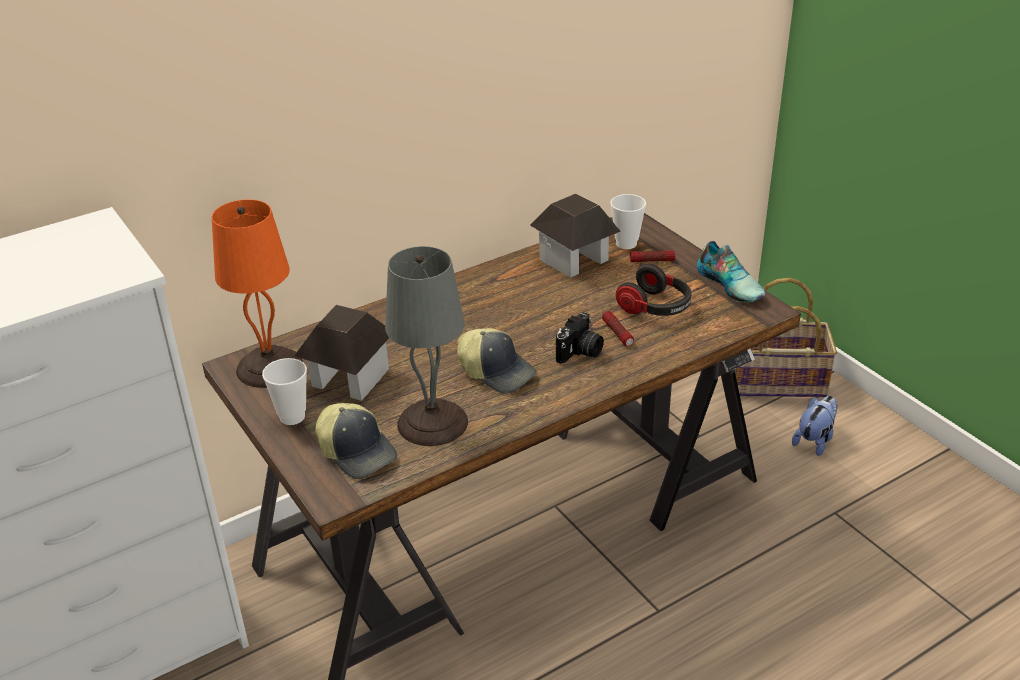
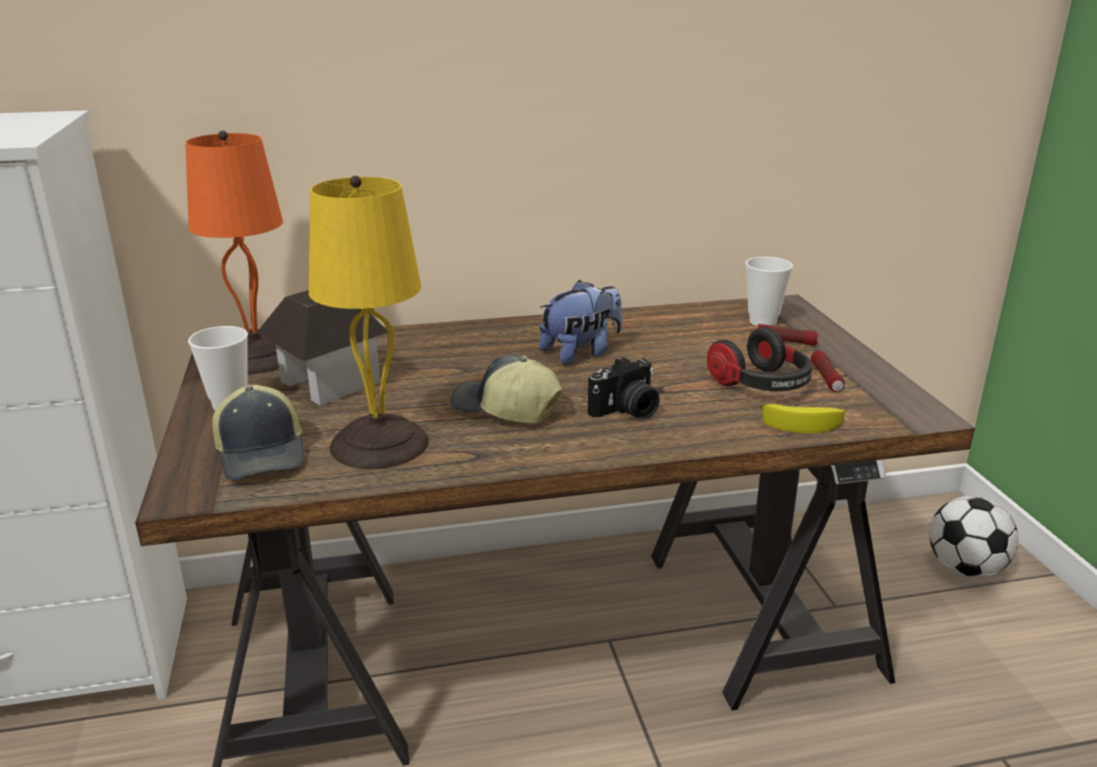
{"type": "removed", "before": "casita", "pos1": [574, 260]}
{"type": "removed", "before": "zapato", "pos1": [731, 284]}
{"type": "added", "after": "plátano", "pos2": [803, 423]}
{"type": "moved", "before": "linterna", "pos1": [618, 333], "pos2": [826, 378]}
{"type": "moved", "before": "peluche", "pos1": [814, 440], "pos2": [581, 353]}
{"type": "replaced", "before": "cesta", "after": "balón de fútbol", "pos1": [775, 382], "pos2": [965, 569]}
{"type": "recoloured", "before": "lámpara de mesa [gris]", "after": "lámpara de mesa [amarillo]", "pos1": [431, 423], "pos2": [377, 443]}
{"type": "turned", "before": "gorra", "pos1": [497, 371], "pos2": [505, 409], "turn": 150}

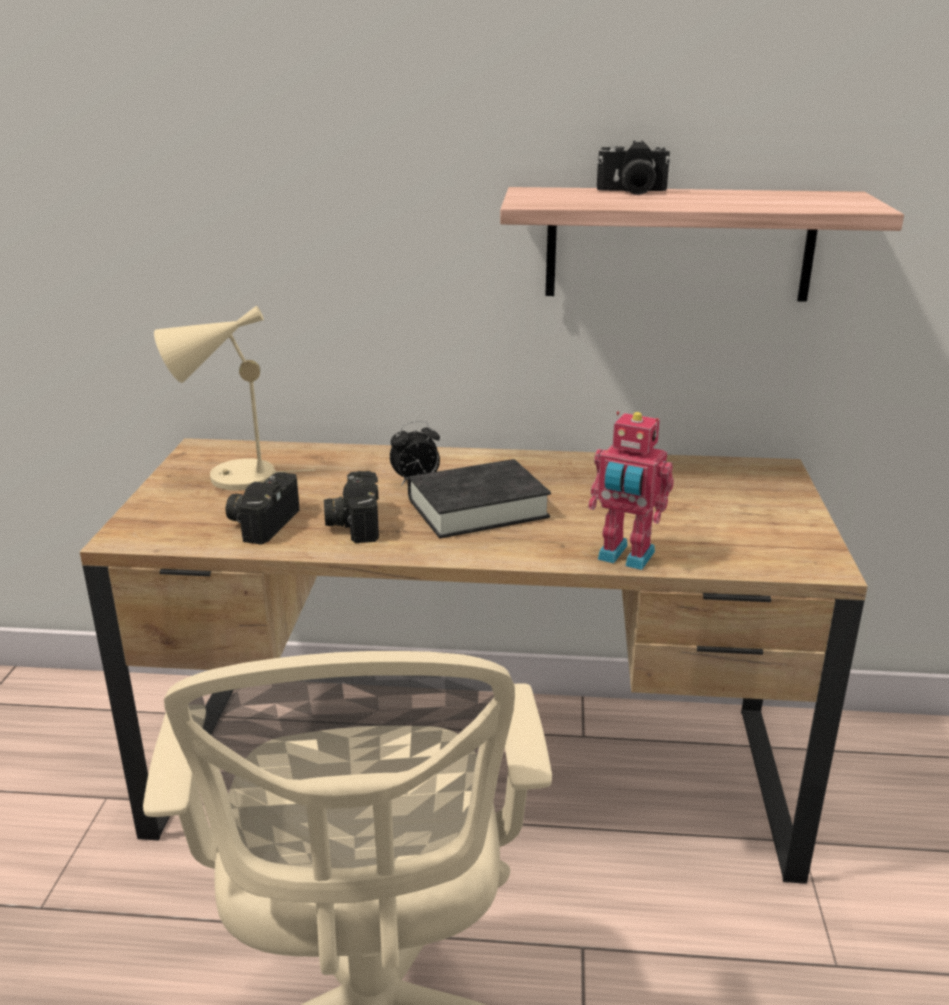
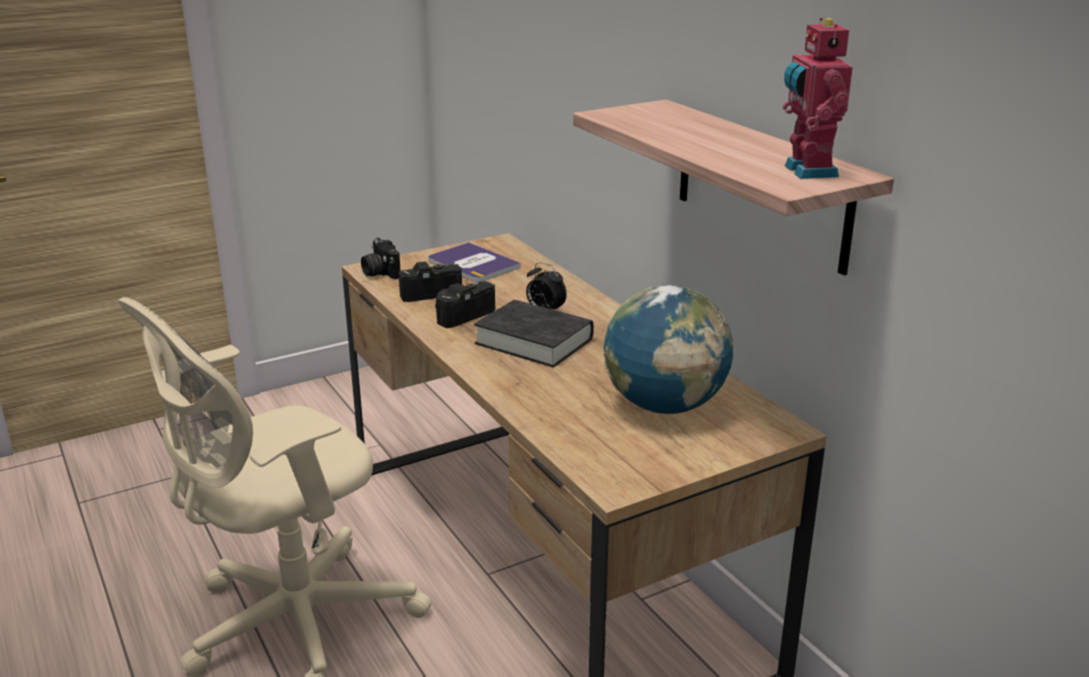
{"type": "added", "after": "globo terráqueo", "pos2": [664, 406]}
{"type": "moved", "before": "robot de juguete", "pos1": [624, 557], "pos2": [807, 171]}
{"type": "moved", "before": "cámara", "pos1": [632, 192], "pos2": [379, 272]}
{"type": "replaced", "before": "lámpara de mesa [beis]", "after": "libro", "pos1": [231, 478], "pos2": [472, 264]}

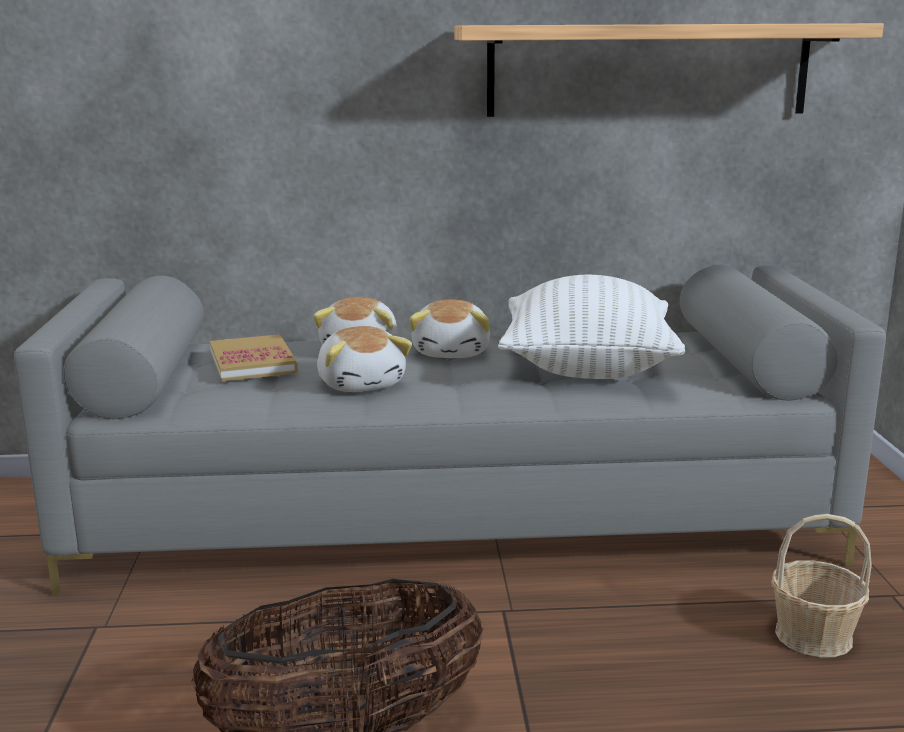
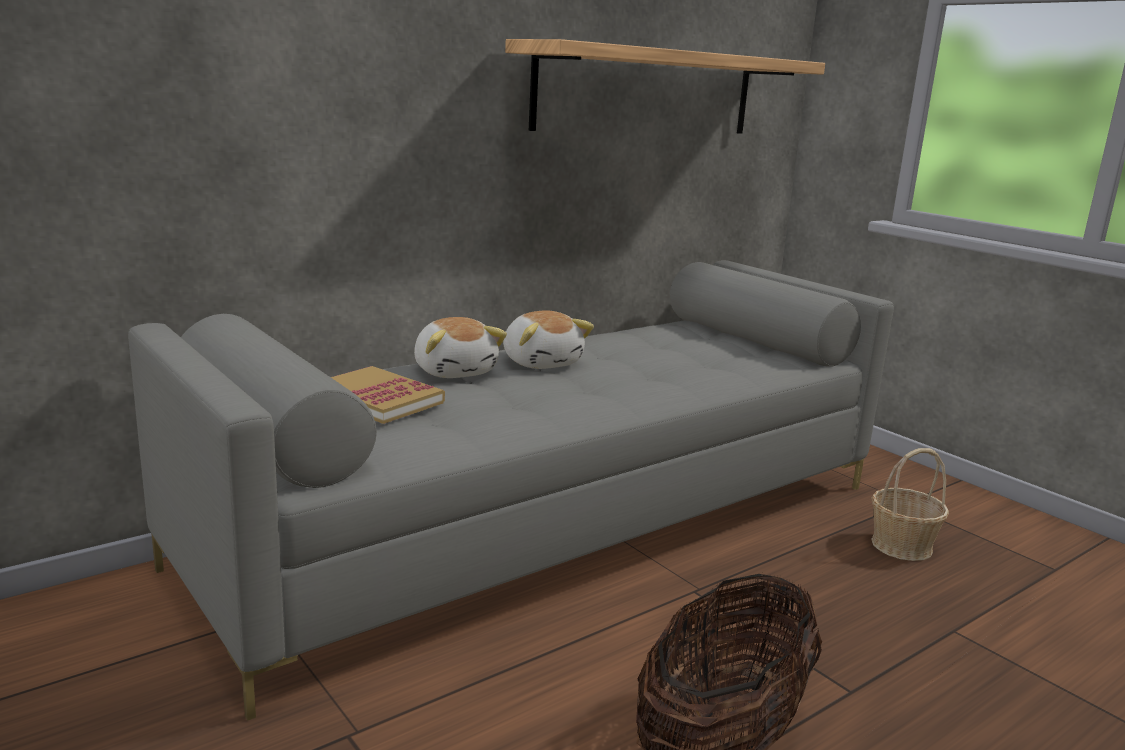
{"type": "removed", "before": "peluche", "pos1": [362, 384]}
{"type": "removed", "before": "cojín [blanco]", "pos1": [587, 369]}

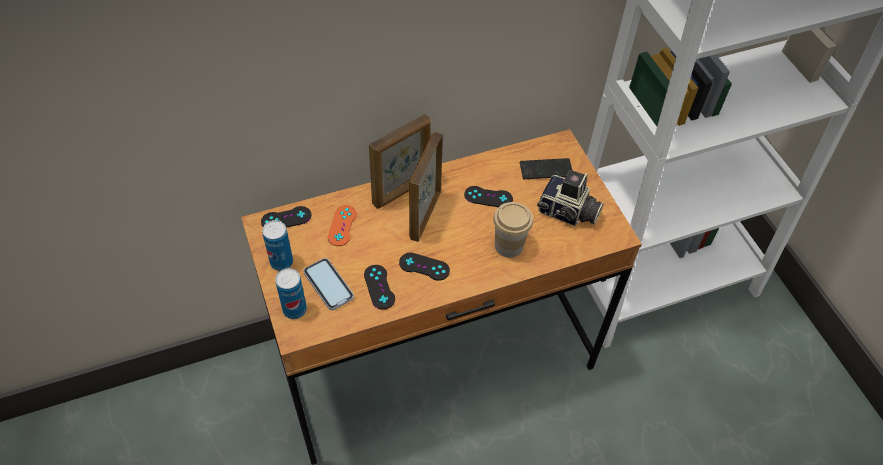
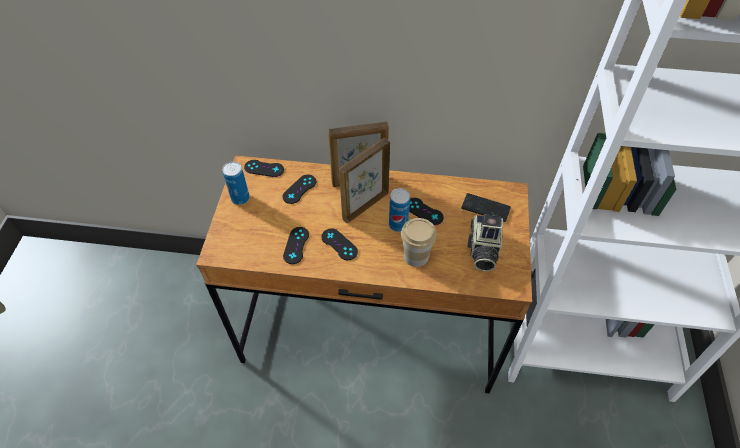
{"type": "removed", "before": "móvil", "pos1": [328, 285]}
{"type": "moved", "before": "lata", "pos1": [294, 309], "pos2": [398, 224]}
{"type": "recoloured", "before": "mando de consola [naranja]", "after": "mando de consola [negro]", "pos1": [342, 225], "pos2": [299, 189]}
{"type": "turned", "before": "cámara", "pos1": [568, 213], "pos2": [482, 250], "turn": 45}

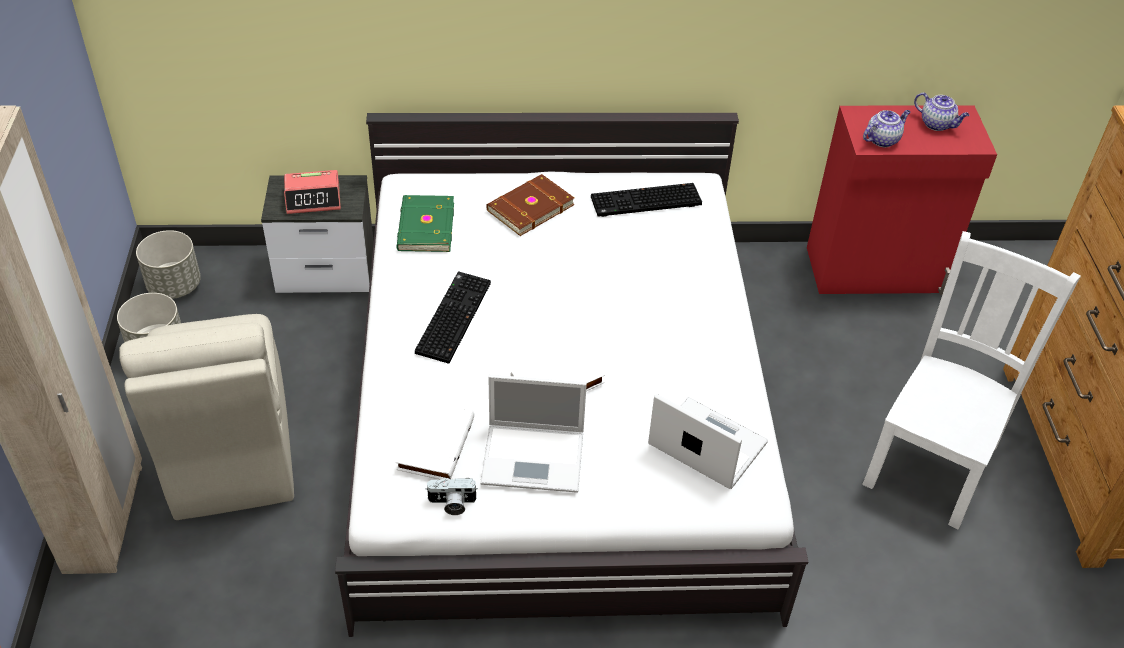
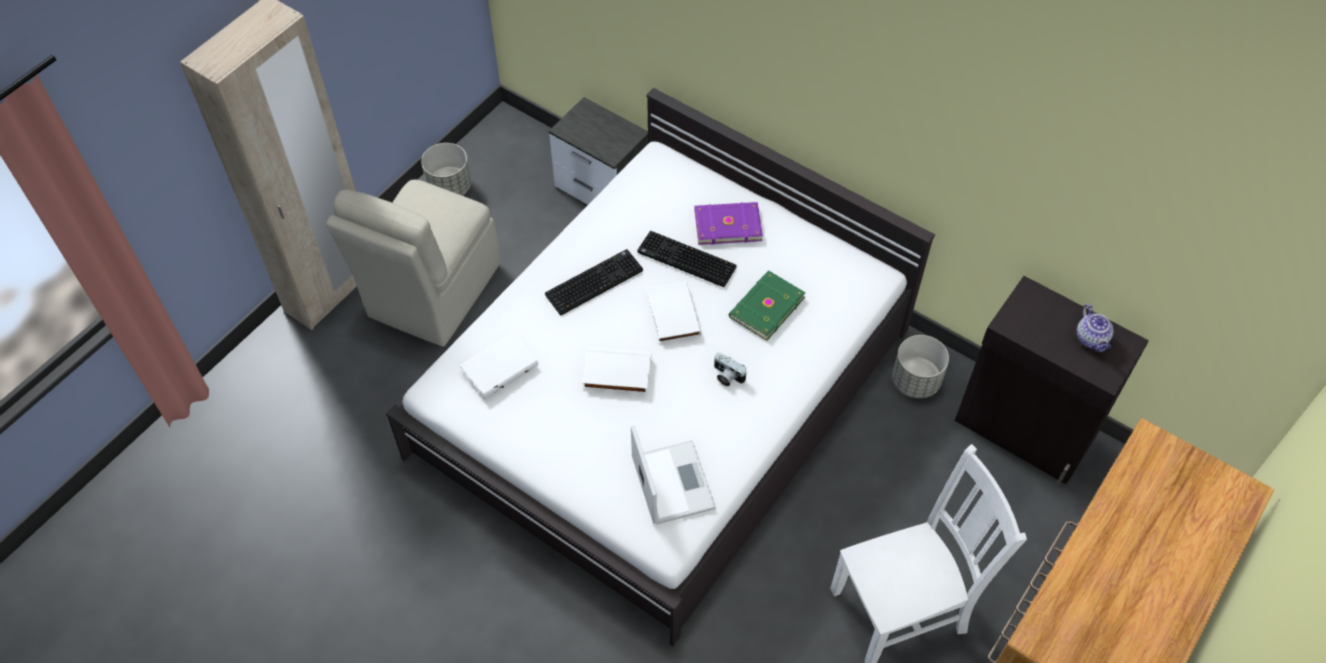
{"type": "removed", "before": "despertador", "pos1": [313, 198]}
{"type": "removed", "before": "portátil", "pos1": [535, 457]}
{"type": "removed", "before": "tetera", "pos1": [882, 139]}
{"type": "added", "after": "libro [blanco]", "pos2": [671, 314]}
{"type": "moved", "before": "maceta [gris]", "pos1": [174, 286], "pos2": [915, 381]}
{"type": "moved", "before": "libro [verde]", "pos1": [424, 227], "pos2": [765, 307]}
{"type": "moved", "before": "cámara", "pos1": [452, 504], "pos2": [726, 376]}
{"type": "moved", "before": "teclado", "pos1": [645, 202], "pos2": [685, 260]}
{"type": "recoloured", "before": "libro [marrón]", "after": "libro [morado]", "pos1": [529, 207], "pos2": [727, 224]}
{"type": "recoloured", "before": "armario [rojo]", "after": "armario [negro]", "pos1": [876, 271], "pos2": [1024, 430]}

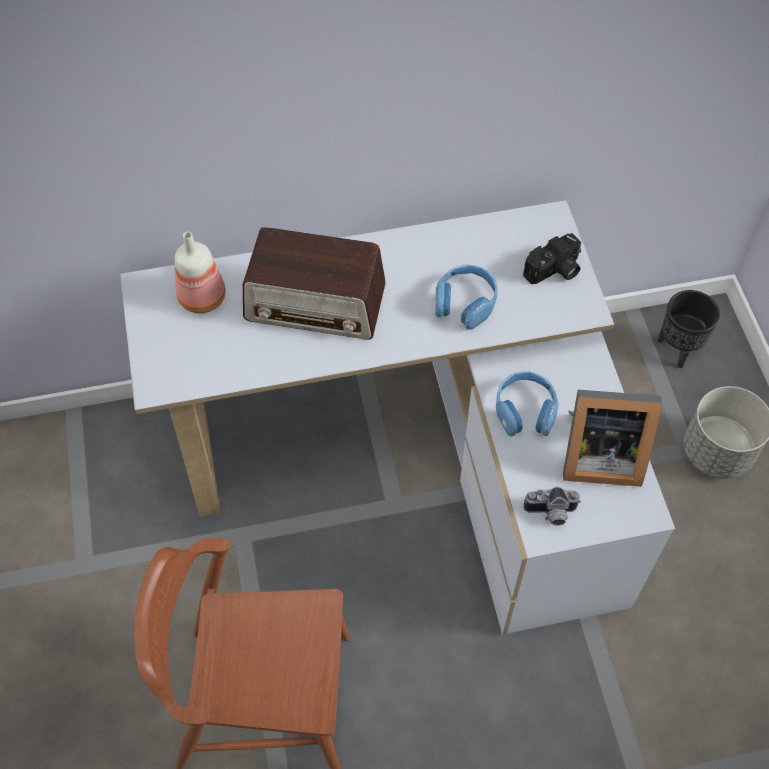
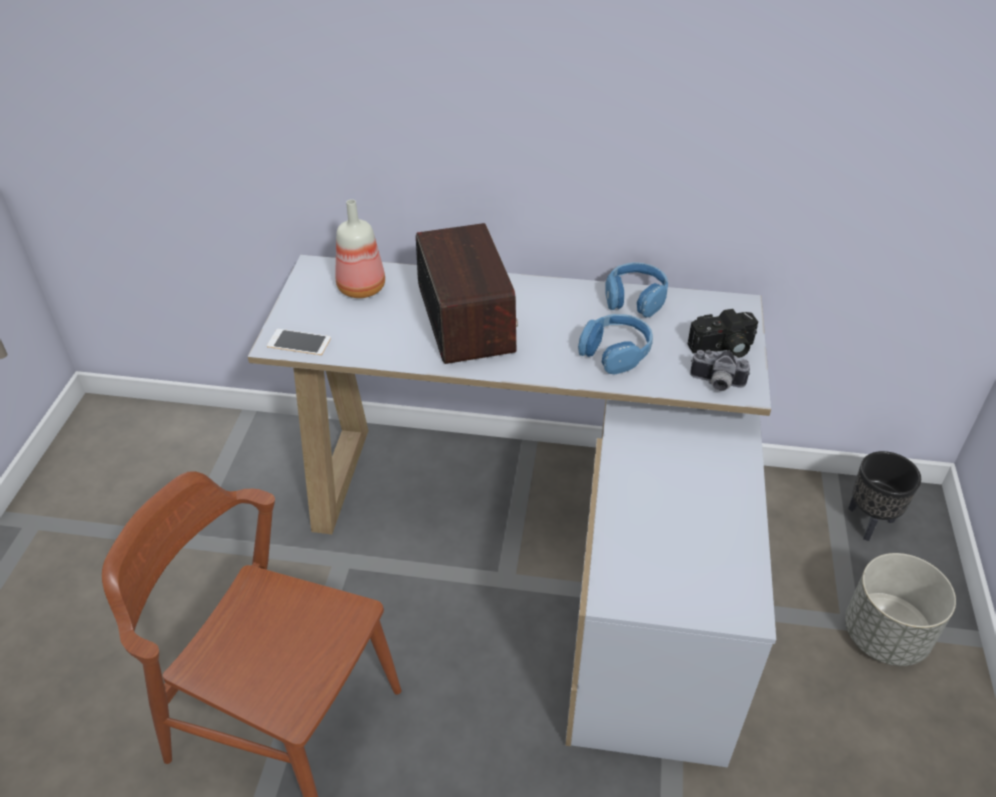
{"type": "removed", "before": "portarretratos", "pos1": [598, 455]}
{"type": "added", "after": "móvil", "pos2": [299, 342]}
{"type": "moved", "before": "auriculares [azul]", "pos1": [525, 410], "pos2": [635, 298]}
{"type": "moved", "before": "cámara", "pos1": [550, 514], "pos2": [716, 384]}
{"type": "turned", "before": "radio", "pos1": [316, 303], "pos2": [465, 317], "turn": -135}

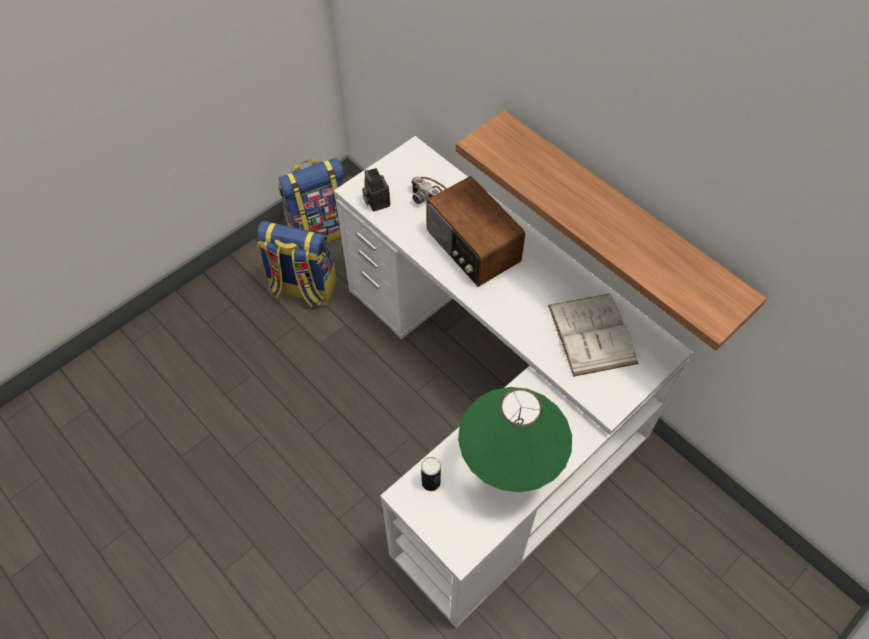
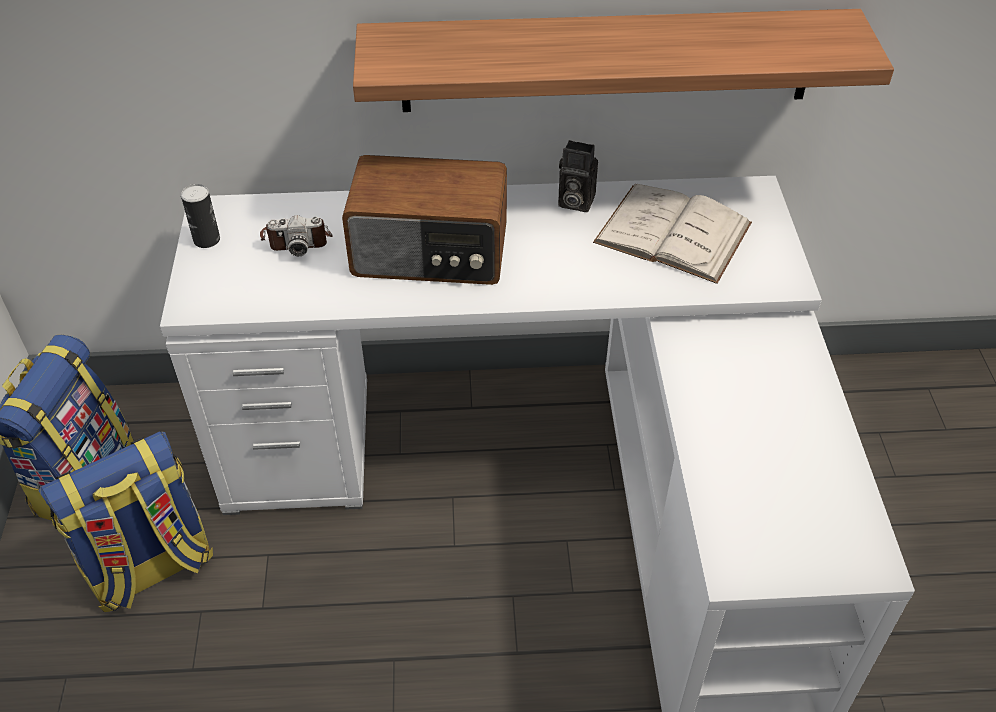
{"type": "removed", "before": "lámpara de mesa [verde]", "pos1": [508, 472]}
{"type": "moved", "before": "cámara", "pos1": [376, 201], "pos2": [574, 201]}
{"type": "moved", "before": "lata", "pos1": [431, 482], "pos2": [207, 240]}

